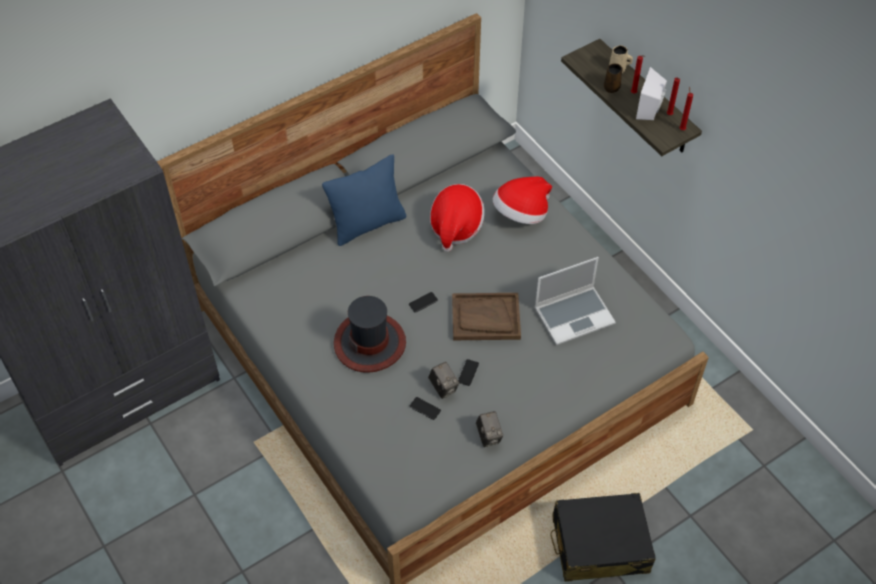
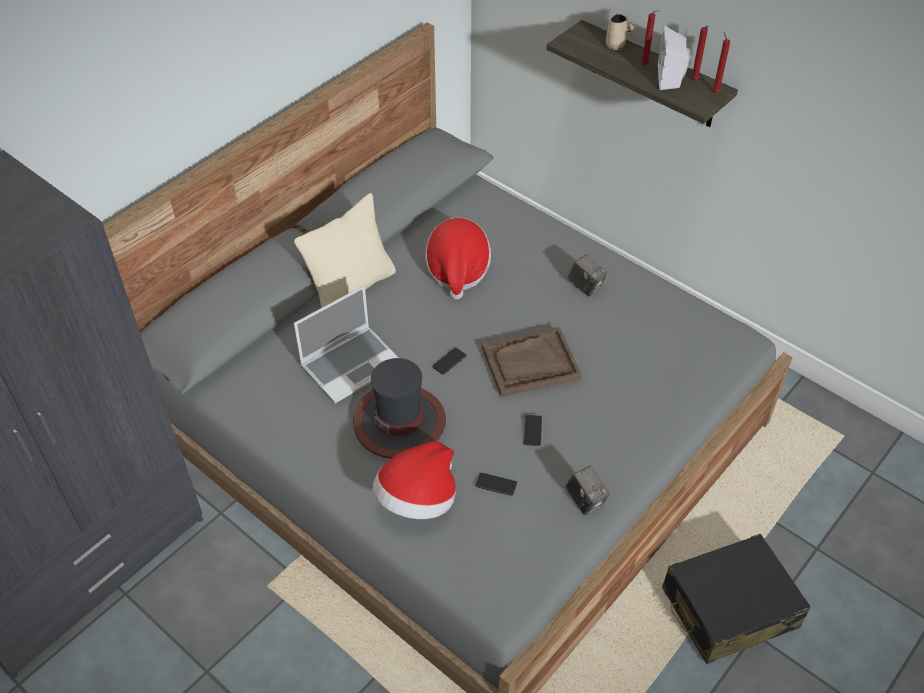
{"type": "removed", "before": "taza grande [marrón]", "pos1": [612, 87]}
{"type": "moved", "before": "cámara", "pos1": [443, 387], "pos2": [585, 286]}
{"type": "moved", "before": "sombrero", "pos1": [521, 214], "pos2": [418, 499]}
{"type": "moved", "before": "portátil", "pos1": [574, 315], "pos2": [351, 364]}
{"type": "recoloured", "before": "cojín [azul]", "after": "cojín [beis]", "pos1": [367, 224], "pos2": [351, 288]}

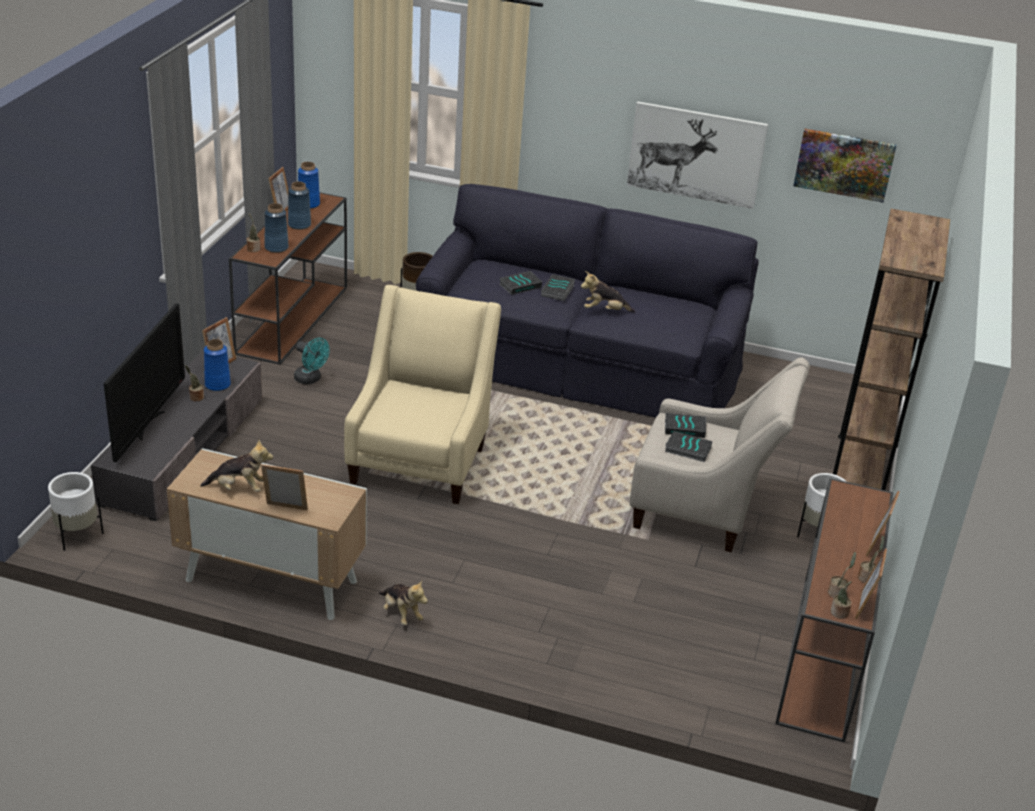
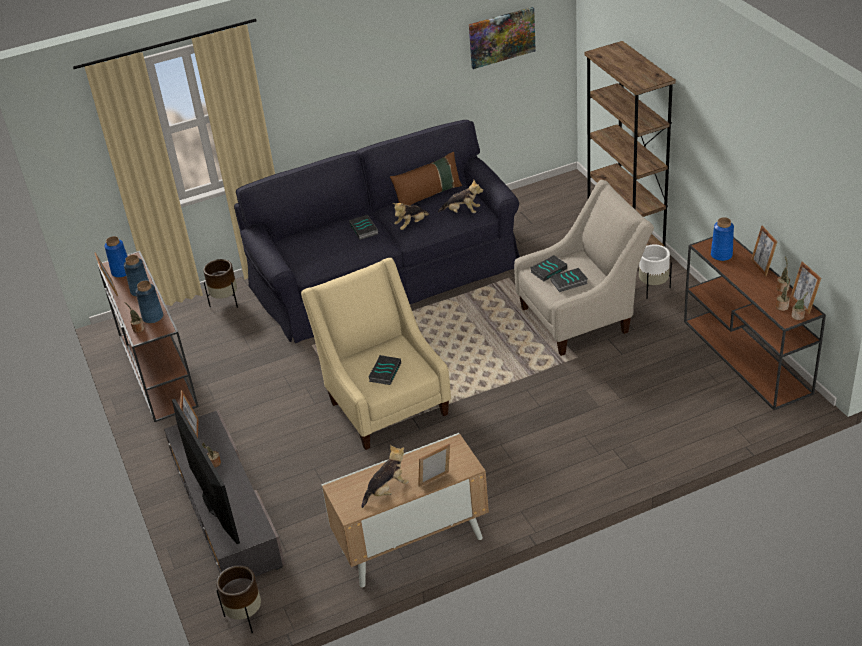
{"type": "removed", "before": "ventilador [turquesa]", "pos1": [311, 379]}
{"type": "removed", "before": "cuadro", "pos1": [696, 154]}
{"type": "added", "after": "cojín [marrón]", "pos2": [428, 195]}
{"type": "moved", "before": "florero [azul]", "pos1": [217, 384], "pos2": [721, 255]}
{"type": "moved", "before": "peluche", "pos1": [401, 613], "pos2": [462, 212]}
{"type": "moved", "before": "libro", "pos1": [520, 285], "pos2": [384, 372]}
{"type": "recoloured", "before": "maceta [blanco]", "after": "maceta [marrón]", "pos1": [77, 535], "pos2": [245, 617]}

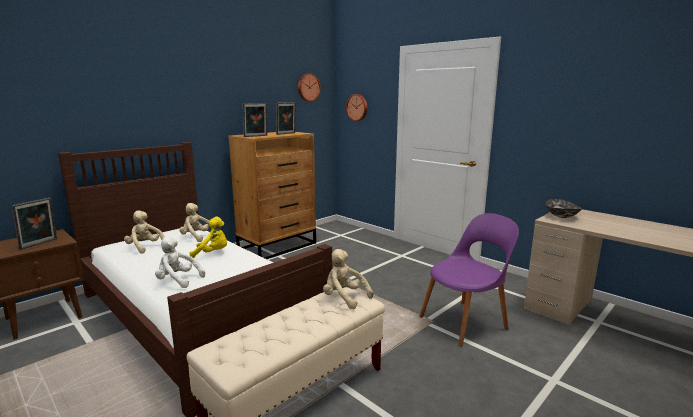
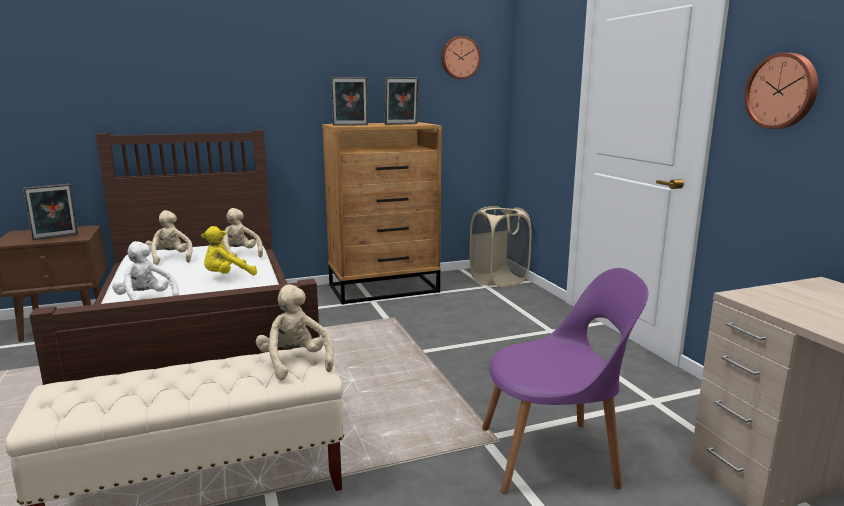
{"type": "removed", "before": "cuenco", "pos1": [561, 216]}
{"type": "added", "after": "cesto de la ropa [beis]", "pos2": [498, 280]}
{"type": "moved", "before": "reloj de pared", "pos1": [357, 107], "pos2": [782, 91]}
{"type": "turned", "before": "peluche [amarillo]", "pos1": [212, 253], "pos2": [227, 276], "turn": 120}

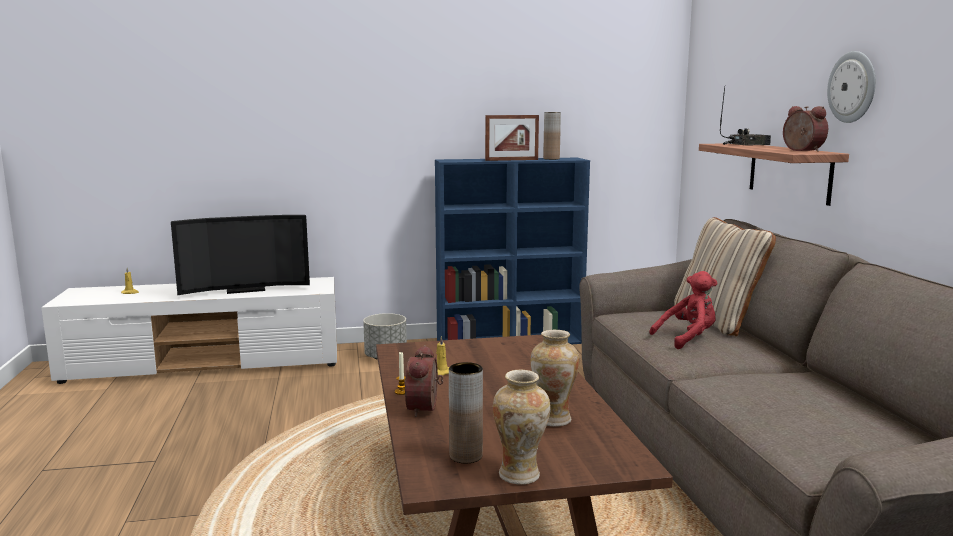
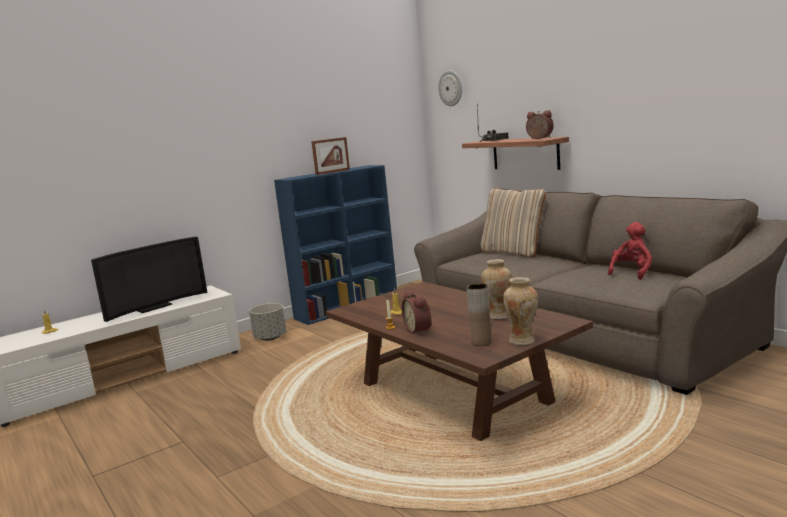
{"type": "removed", "before": "florero [marrón]", "pos1": [551, 159]}
{"type": "moved", "before": "peluche [rojo]", "pos1": [687, 338], "pos2": [632, 272]}
{"type": "moved", "before": "reloj de pared", "pos1": [852, 87], "pos2": [451, 88]}

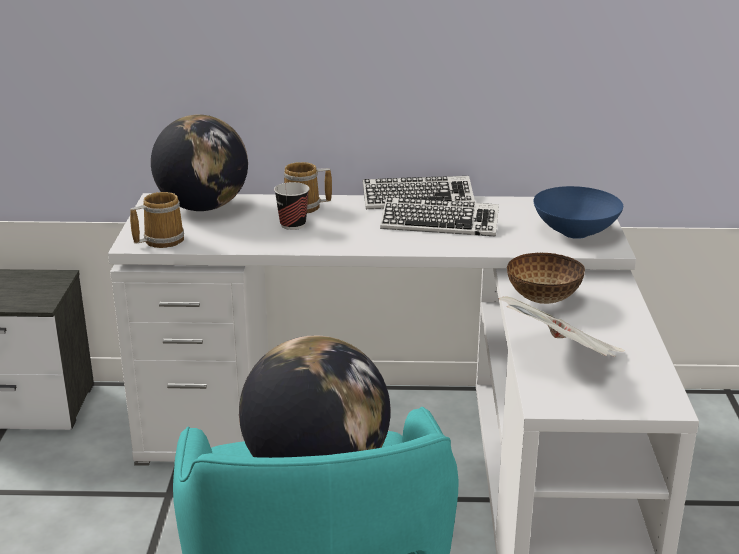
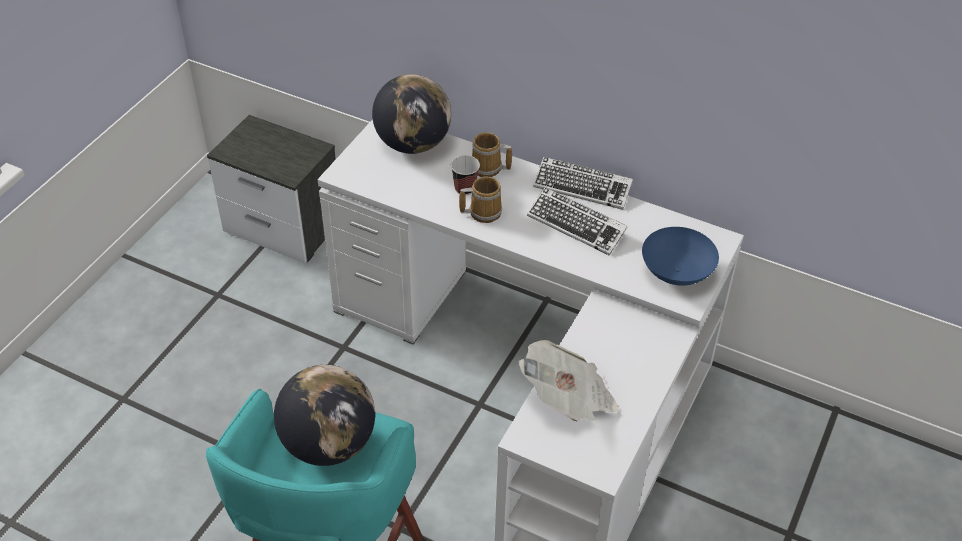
{"type": "removed", "before": "cuenco", "pos1": [543, 298]}
{"type": "moved", "before": "taza grande", "pos1": [160, 240], "pos2": [483, 211]}

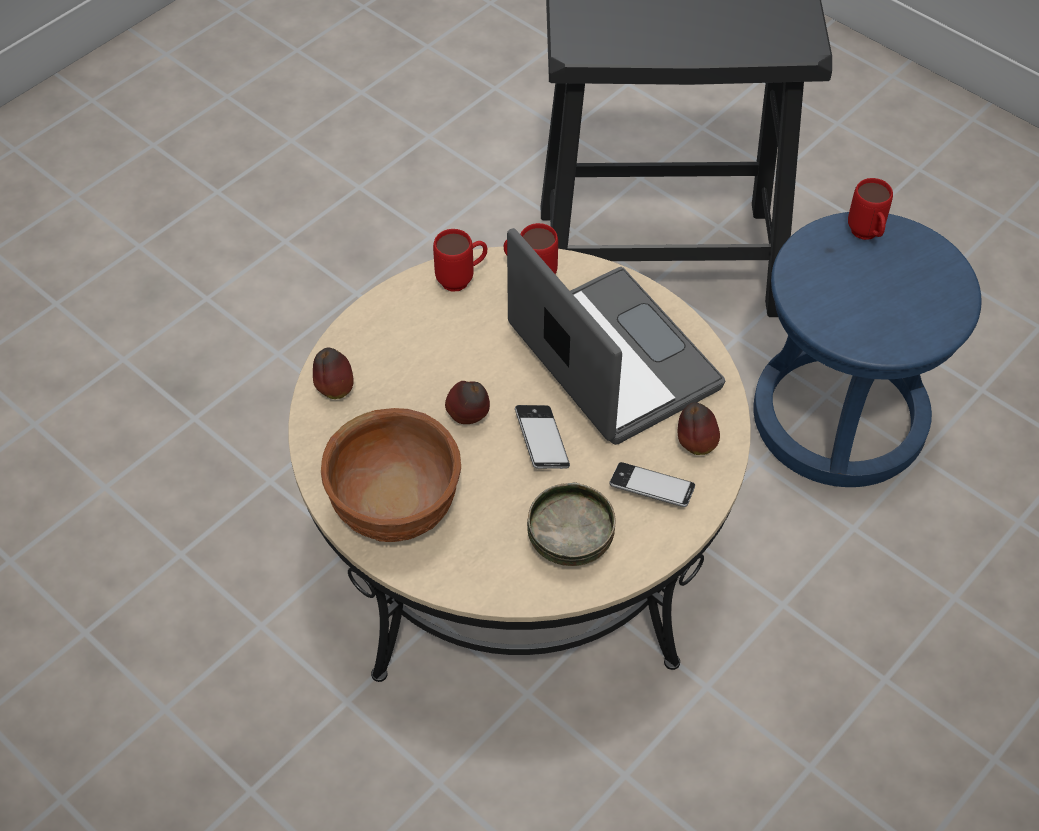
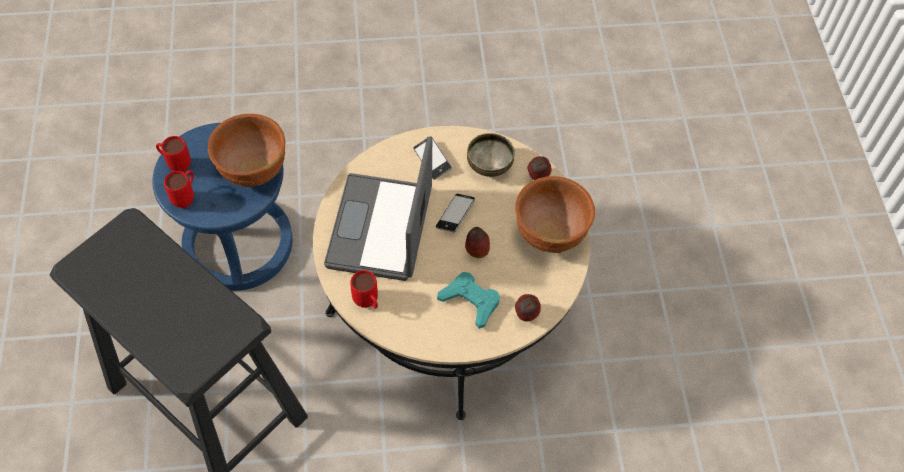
{"type": "added", "after": "cuenco [marrón]", "pos2": [253, 169]}
{"type": "added", "after": "mando de consola [turquesa]", "pos2": [470, 301]}
{"type": "moved", "before": "taza grande [rojo]", "pos1": [462, 280], "pos2": [176, 164]}
{"type": "moved", "before": "manzana", "pos1": [695, 444], "pos2": [537, 177]}

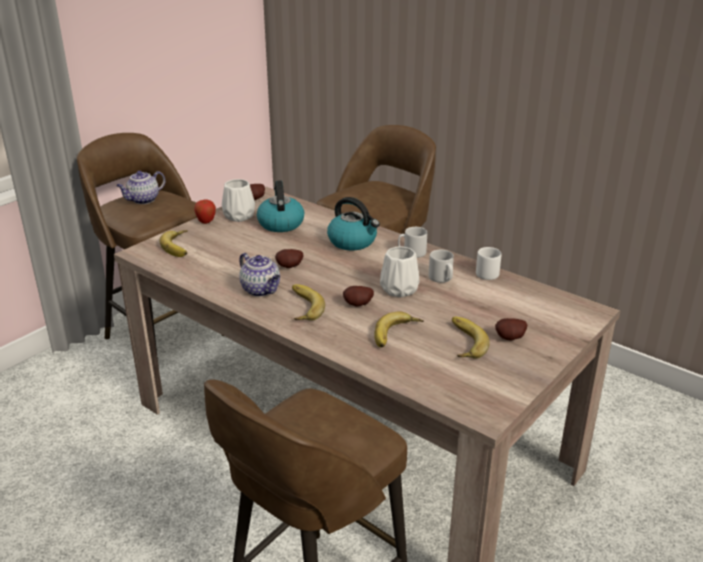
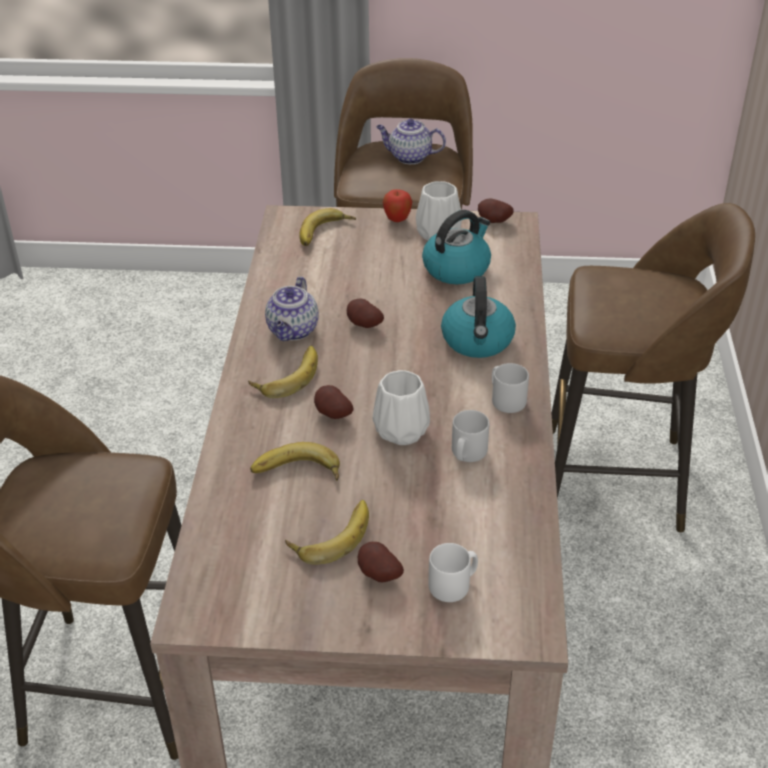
{"type": "moved", "before": "taza grande [blanco]", "pos1": [487, 273], "pos2": [453, 585]}

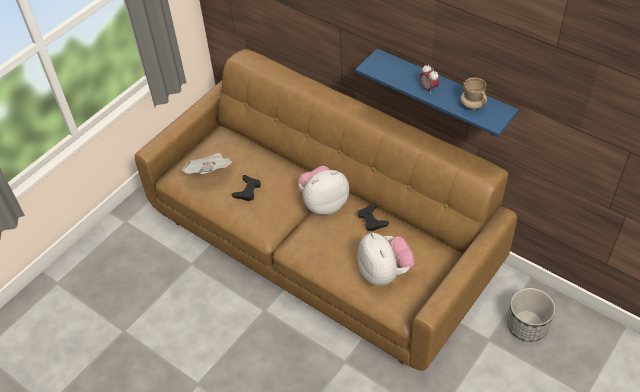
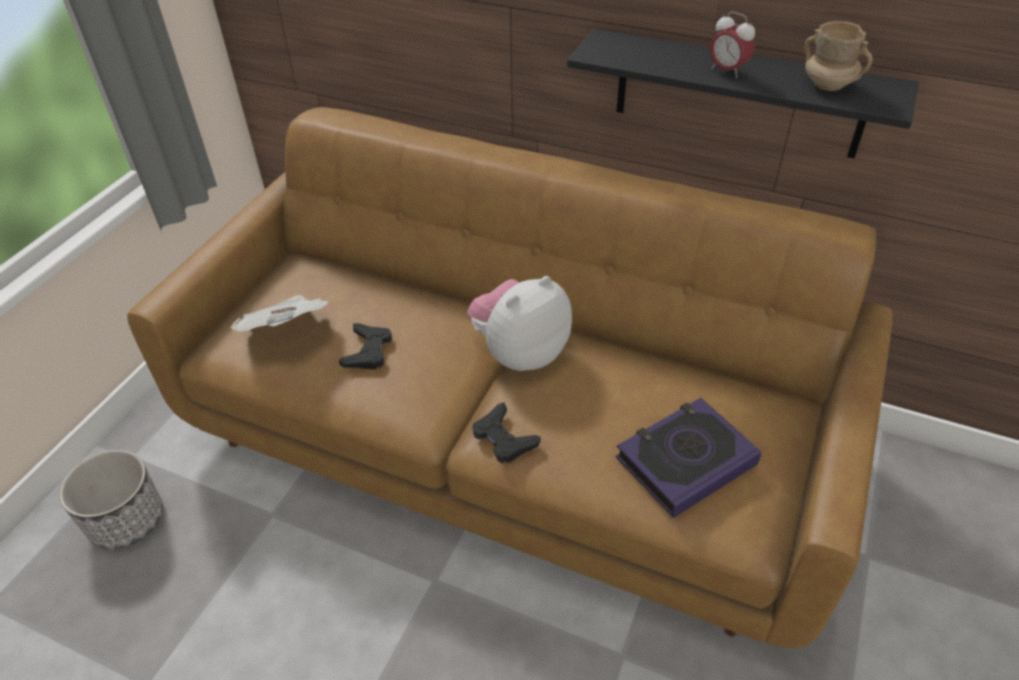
{"type": "moved", "before": "mando de consola [negro]", "pos1": [372, 220], "pos2": [503, 438]}
{"type": "moved", "before": "maceta", "pos1": [526, 326], "pos2": [126, 520]}
{"type": "replaced", "before": "peluche", "after": "libro", "pos1": [384, 273], "pos2": [685, 461]}
{"type": "recoloured", "before": "estante [azul]", "after": "estante [negro]", "pos1": [443, 94], "pos2": [738, 94]}

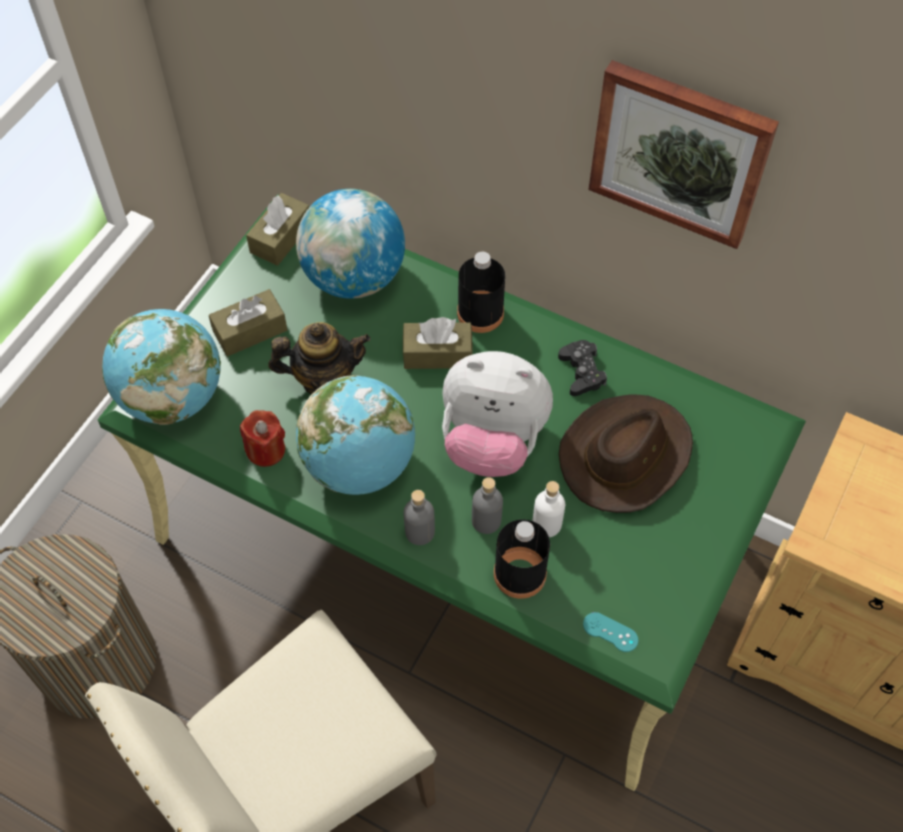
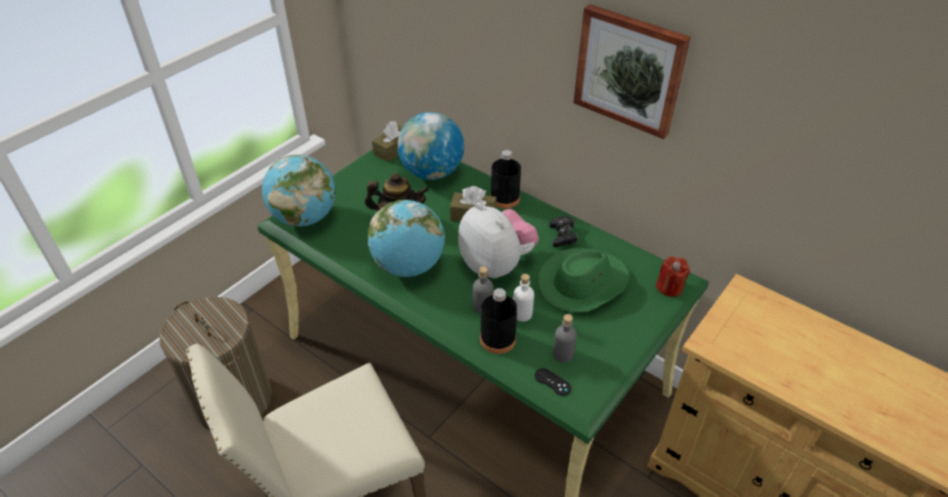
{"type": "removed", "before": "caja de pañuelos [marrón]", "pos1": [250, 331]}
{"type": "moved", "before": "vela [rojo]", "pos1": [266, 450], "pos2": [669, 287]}
{"type": "moved", "before": "botella [gris]", "pos1": [419, 532], "pos2": [563, 354]}
{"type": "recoloured", "before": "sombrero [marrón]", "after": "sombrero [verde]", "pos1": [625, 455], "pos2": [583, 283]}
{"type": "recoloured", "before": "mando de consola [turquesa]", "after": "mando de consola [negro]", "pos1": [610, 632], "pos2": [552, 382]}
{"type": "turned", "before": "peluche", "pos1": [492, 441], "pos2": [496, 264], "turn": -150}

